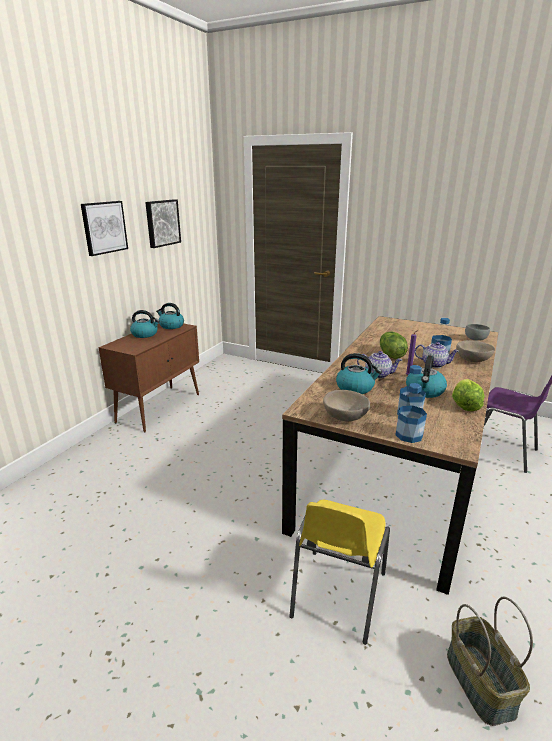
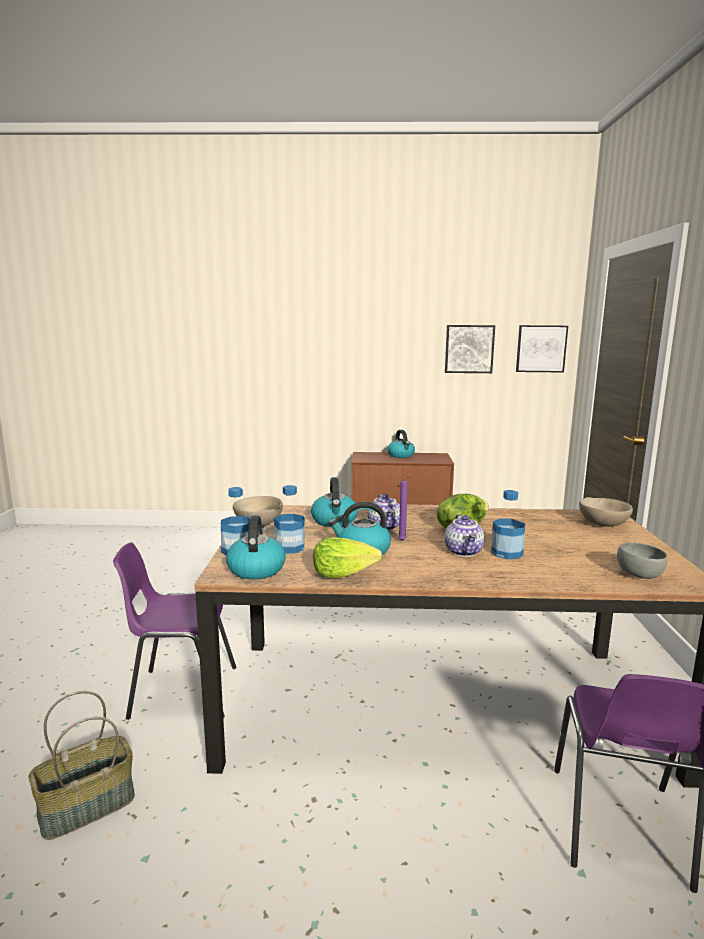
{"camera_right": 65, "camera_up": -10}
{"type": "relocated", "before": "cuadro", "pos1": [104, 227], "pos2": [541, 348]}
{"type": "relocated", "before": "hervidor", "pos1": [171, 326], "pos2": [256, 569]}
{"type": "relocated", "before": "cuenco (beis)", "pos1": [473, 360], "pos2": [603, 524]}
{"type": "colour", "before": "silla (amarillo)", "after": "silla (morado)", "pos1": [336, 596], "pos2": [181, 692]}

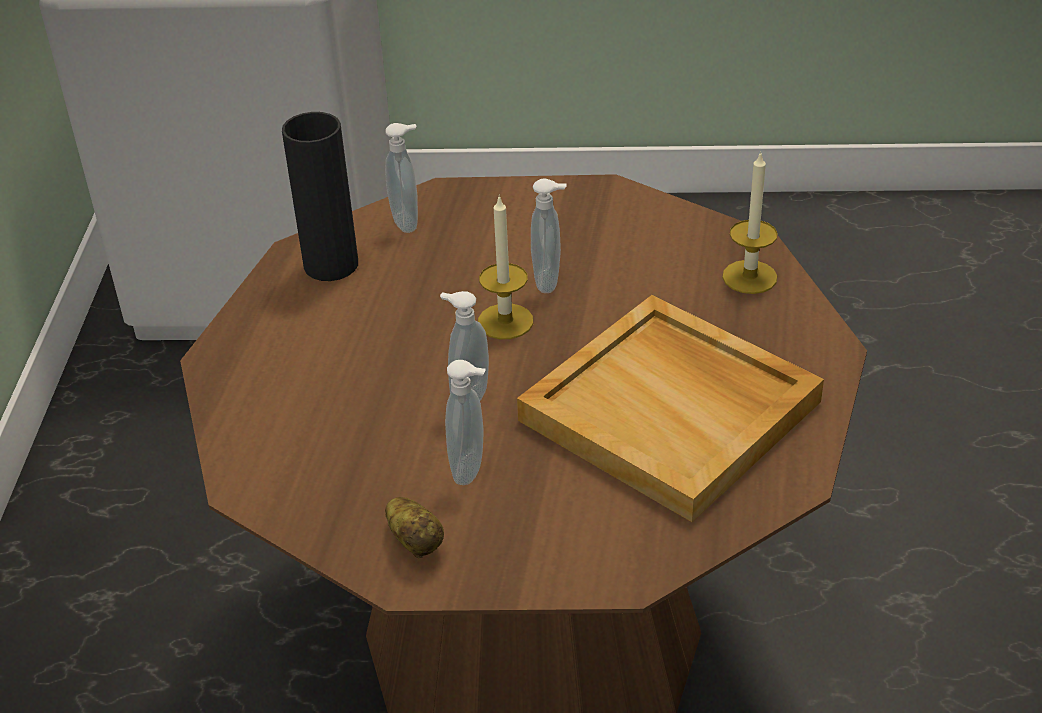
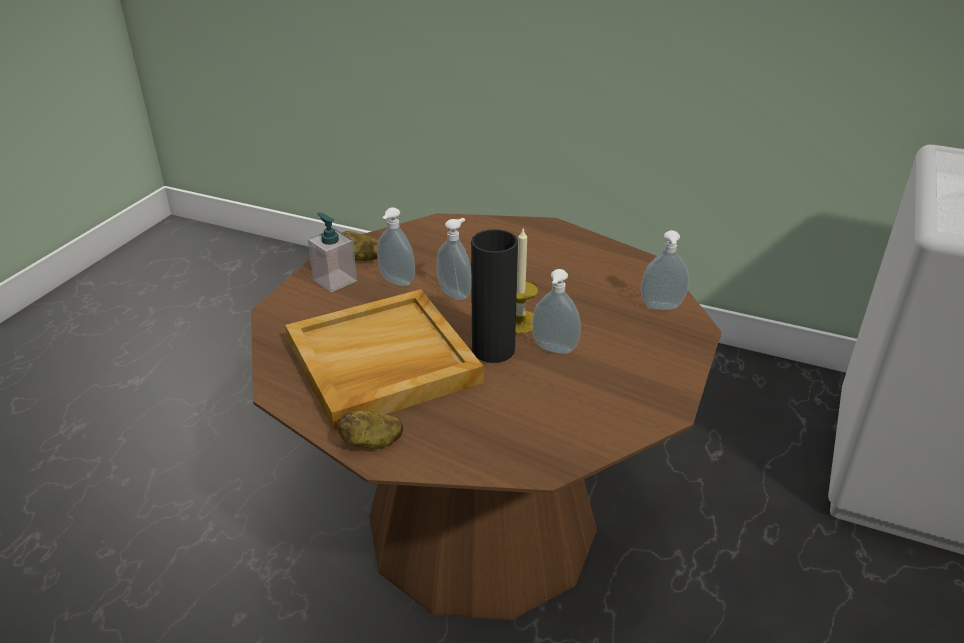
{"camera_right": 110, "camera_up": -5}
{"type": "missing", "before": "vela", "pos1": [749, 277]}
{"type": "appeared", "after": "dispensador de jabón", "pos2": [335, 280]}
{"type": "appeared", "after": "patata", "pos2": [372, 443]}
{"type": "relocated", "before": "florero (negro)", "pos1": [331, 265], "pos2": [493, 350]}

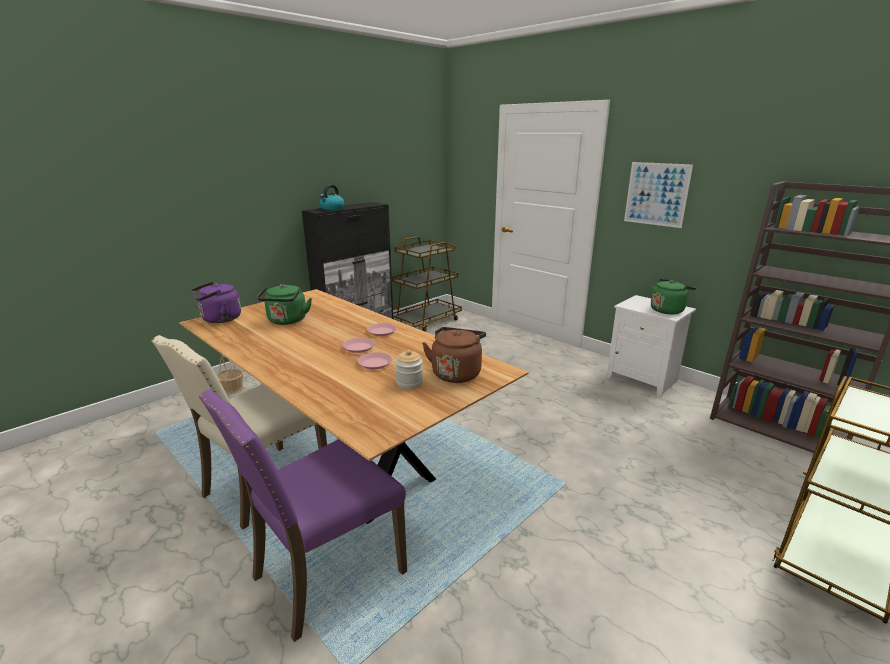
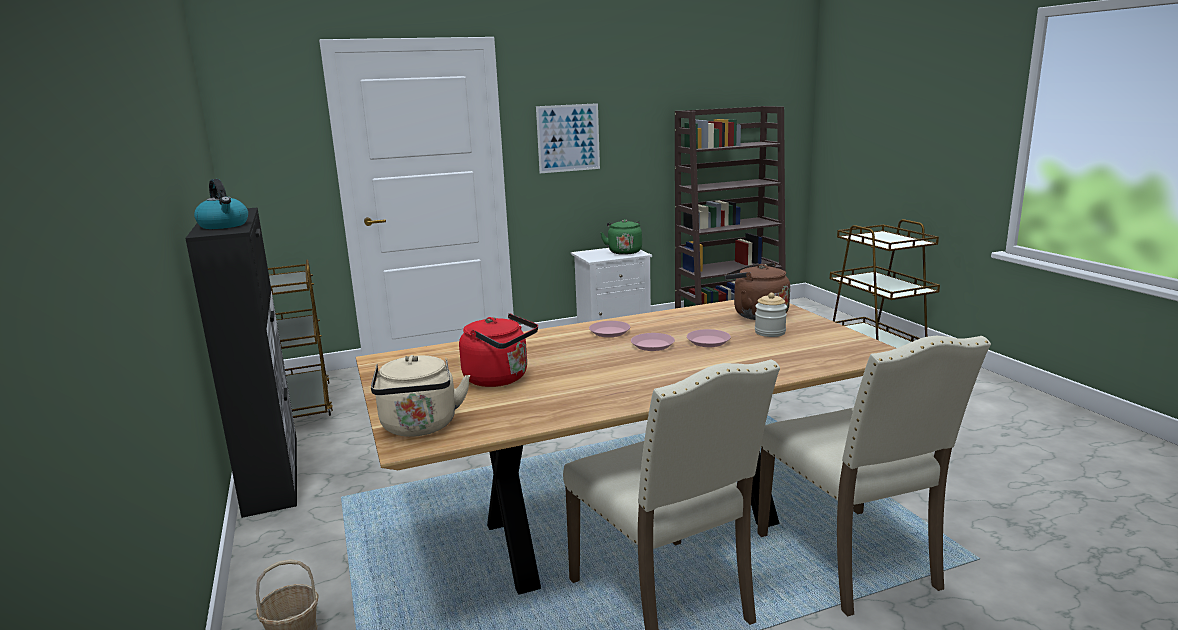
{"camera_right": -65, "camera_up": -5}
{"type": "colour", "before": "hervidor (morado)", "after": "hervidor (beis)", "pos1": [219, 319], "pos2": [420, 427]}
{"type": "colour", "before": "silla (morado)", "after": "silla (beis)", "pos1": [324, 574], "pos2": [852, 561]}
{"type": "colour", "before": "hervidor (verde)", "after": "hervidor (rojo)", "pos1": [286, 321], "pos2": [500, 379]}

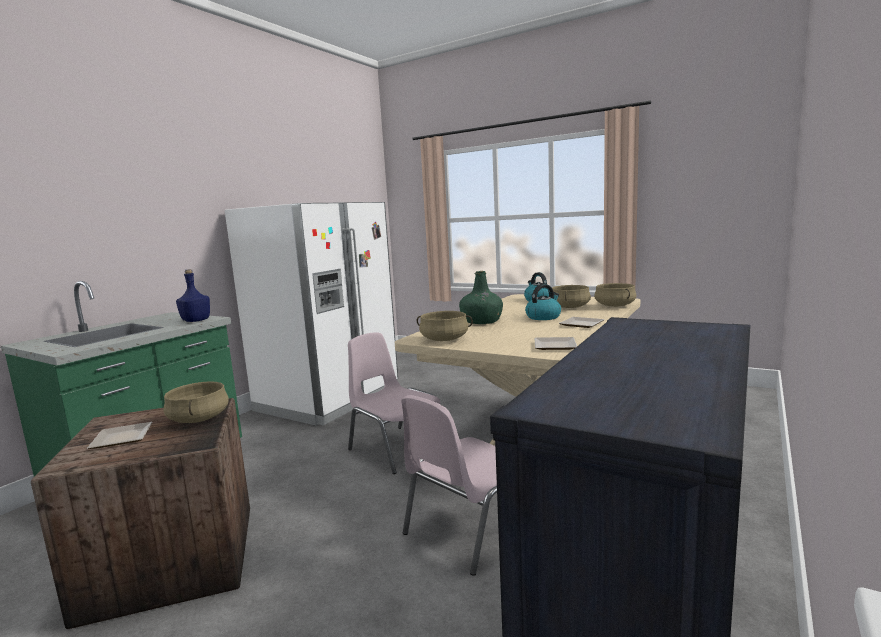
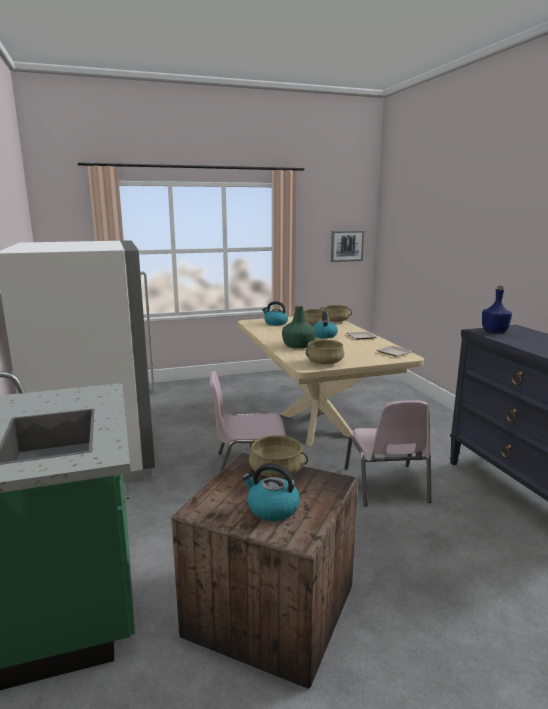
{"camera_right": -50, "camera_up": 5}
{"type": "appeared", "after": "cuadro", "pos2": [347, 245]}
{"type": "relocated", "before": "botella (azul)", "pos1": [195, 321], "pos2": [495, 331]}
{"type": "exchanged", "before": "plato", "after": "hervidor", "pos1": [120, 439], "pos2": [272, 509]}

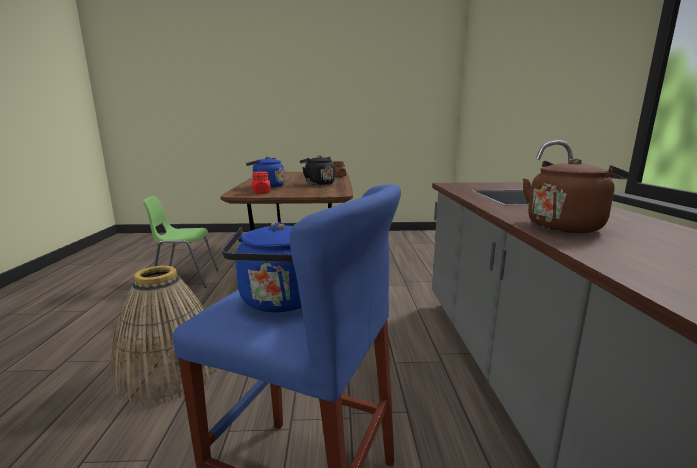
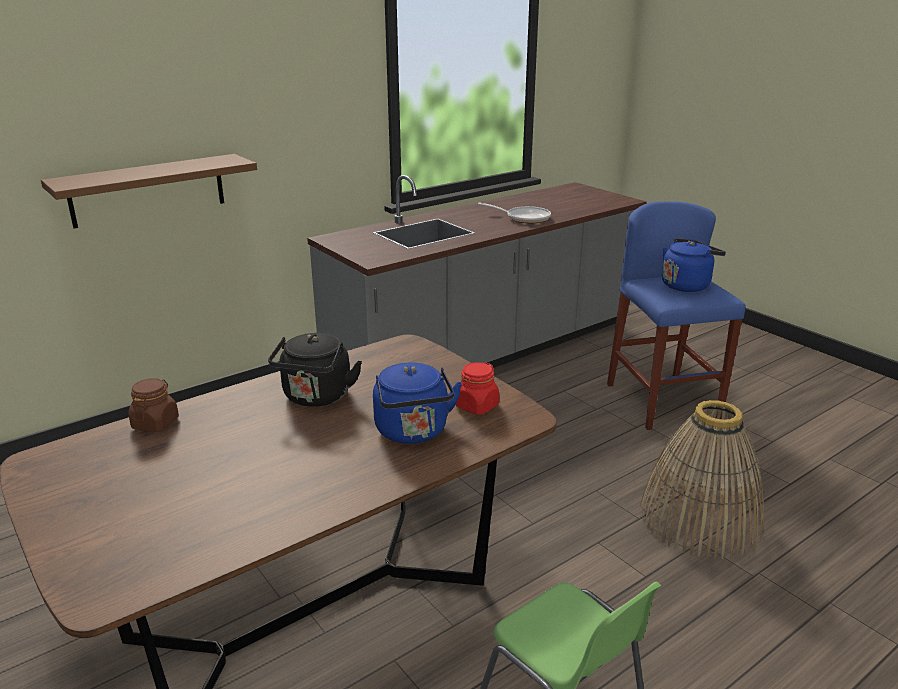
{"camera_right": -125, "camera_up": 10}
{"type": "appeared", "after": "estante (marrón)", "pos2": [148, 190]}
{"type": "exchanged", "before": "hervidor (marrón)", "after": "sartén", "pos1": [566, 226], "pos2": [524, 218]}

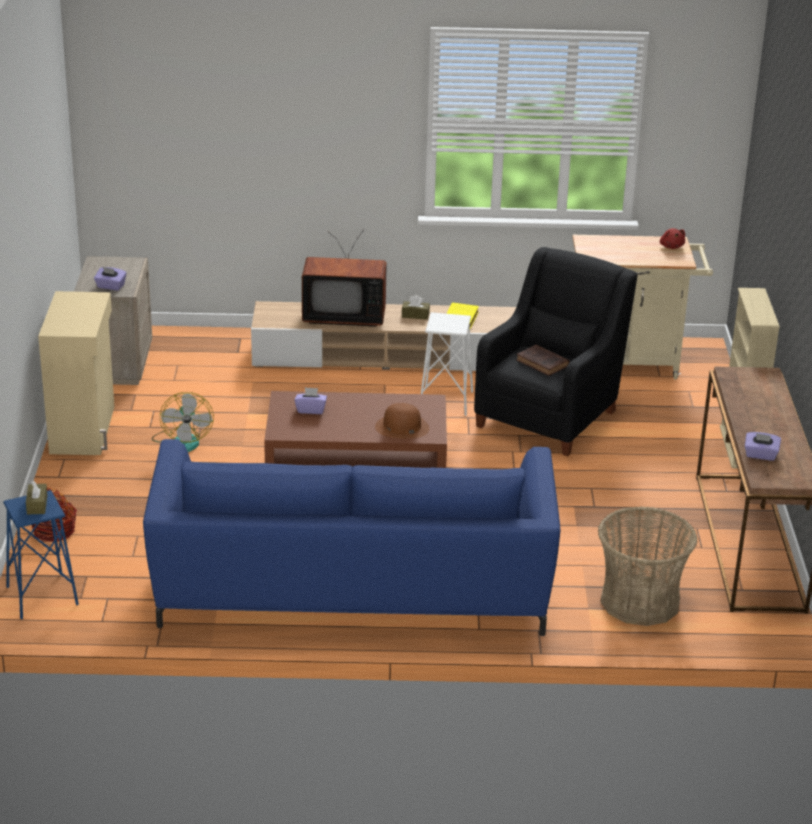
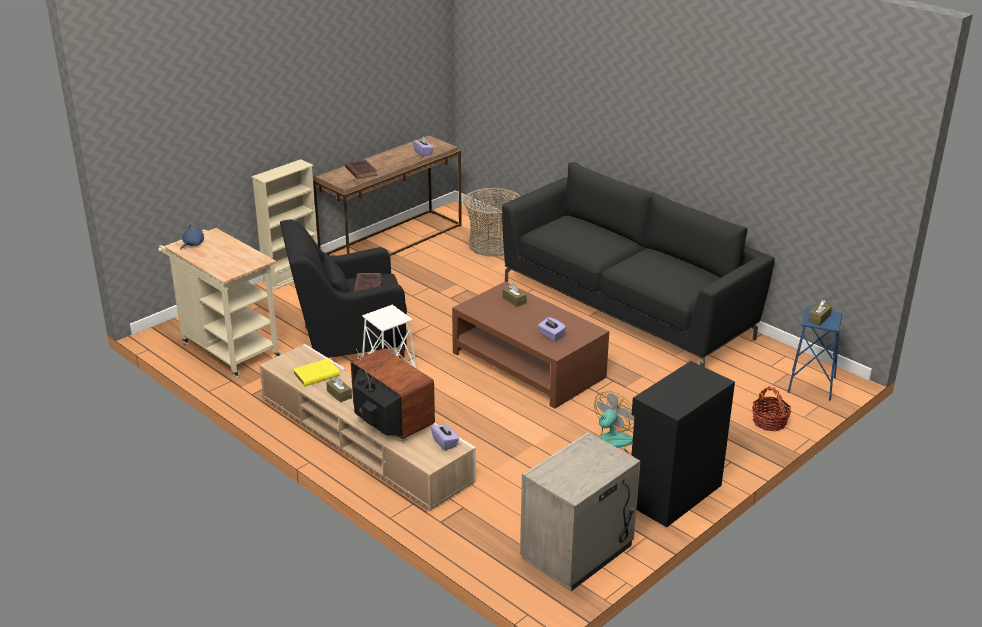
{"camera_right": -135, "camera_up": 0}
{"type": "appeared", "after": "libro (marrón)", "pos2": [360, 171]}
{"type": "relocated", "before": "caja de pañuelos (morado)", "pos1": [110, 286], "pos2": [445, 443]}
{"type": "exchanged", "before": "sombrero (marrón)", "after": "caja de pañuelos (marrón)", "pos1": [401, 427], "pos2": [514, 300]}
{"type": "colour", "before": "armario (beis)", "after": "armario (negro)", "pos1": [84, 429], "pos2": [673, 494]}
{"type": "colour", "before": "sofá (azul)", "after": "sofá (negro)", "pos1": [352, 593], "pos2": [627, 308]}
{"type": "colour", "before": "peluche (rojo)", "after": "peluche (azul)", "pos1": [671, 246], "pos2": [192, 244]}

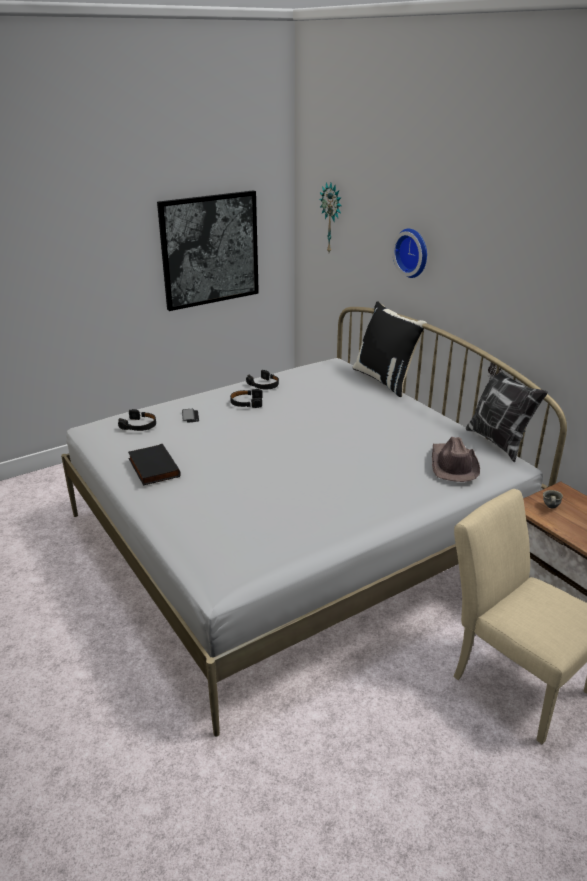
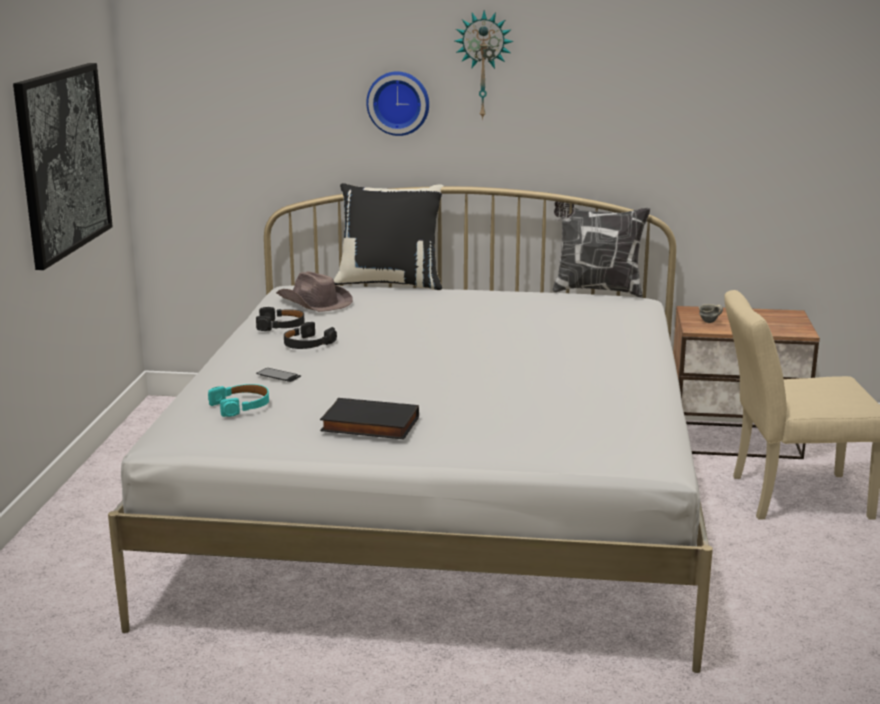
{"camera_right": -50, "camera_up": -10}
{"type": "relocated", "before": "reloj de pared", "pos1": [332, 218], "pos2": [483, 65]}
{"type": "relocated", "before": "sombrero (marrón)", "pos1": [453, 464], "pos2": [314, 302]}
{"type": "colour", "before": "auriculares (negro)", "after": "auriculares (turquesa)", "pos1": [139, 425], "pos2": [241, 406]}

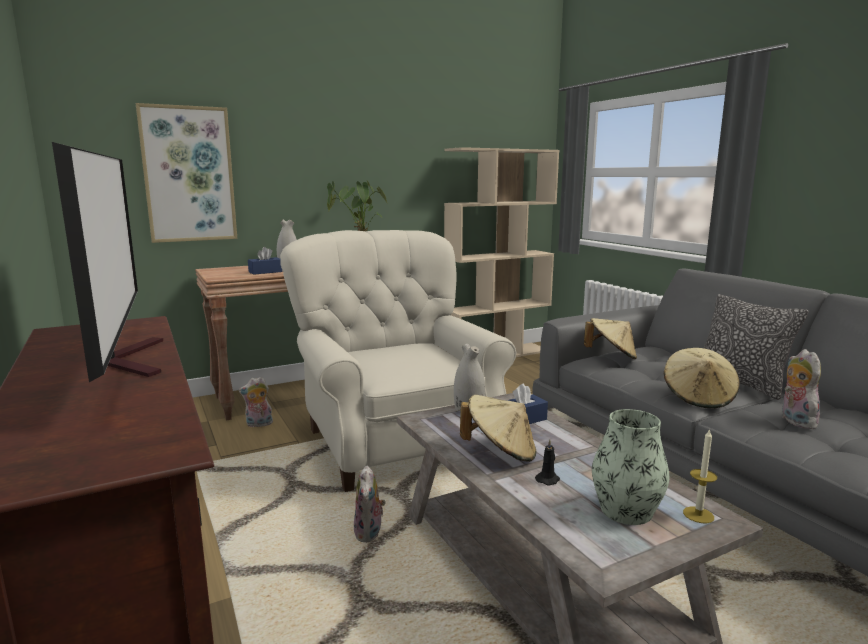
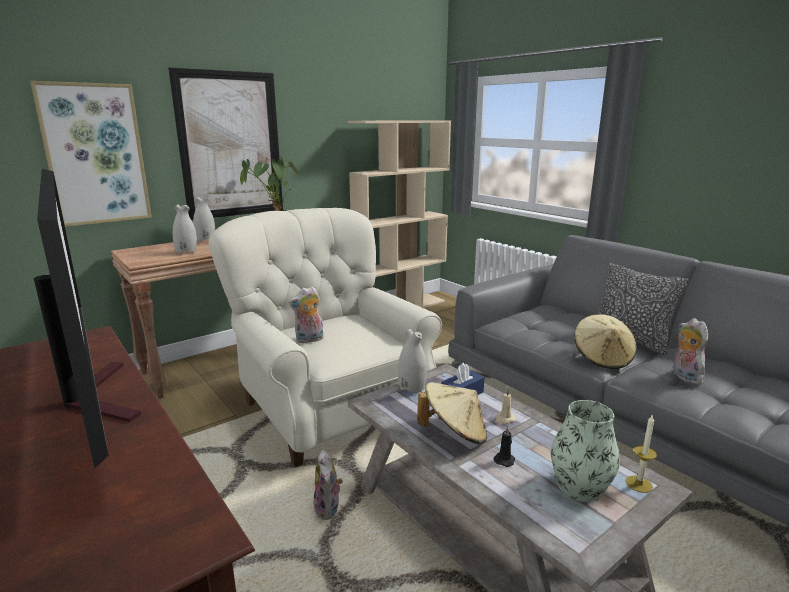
{"camera_right": -10, "camera_up": 5}
{"type": "missing", "before": "sombrero (beis)", "pos1": [611, 356]}
{"type": "appeared", "after": "cuadro", "pos2": [231, 145]}
{"type": "appeared", "after": "vela (beis)", "pos2": [504, 419]}
{"type": "relocated", "before": "peluche", "pos1": [258, 424], "pos2": [309, 340]}
{"type": "exchanged", "before": "caja de pañuelos (azul)", "after": "florero (blanco)", "pos1": [265, 272], "pos2": [186, 252]}

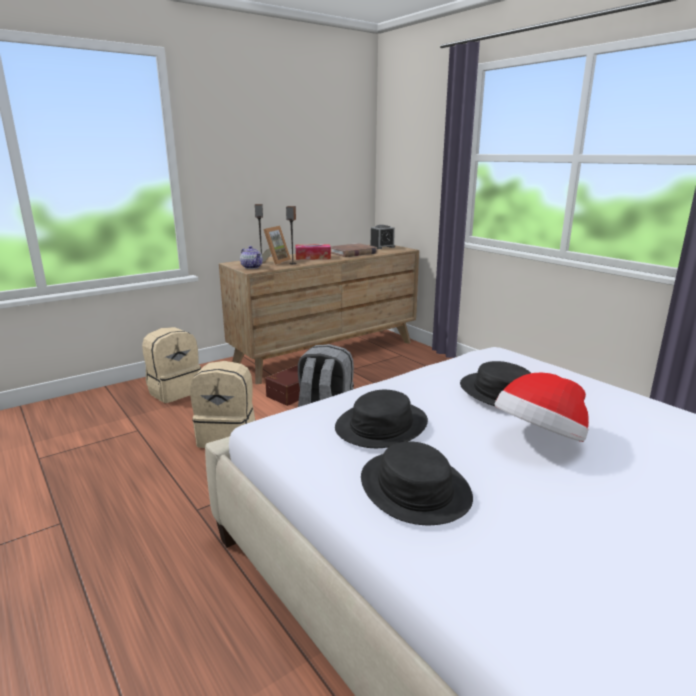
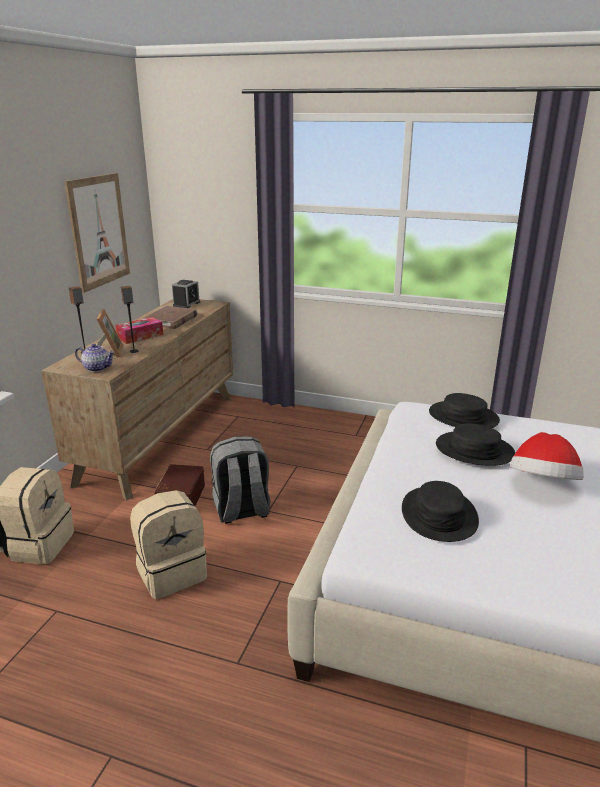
{"camera_right": -35, "camera_up": 5}
{"type": "appeared", "after": "cuadro", "pos2": [99, 231]}
{"type": "relocated", "before": "sombrero (negro)", "pos1": [414, 488], "pos2": [463, 417]}

